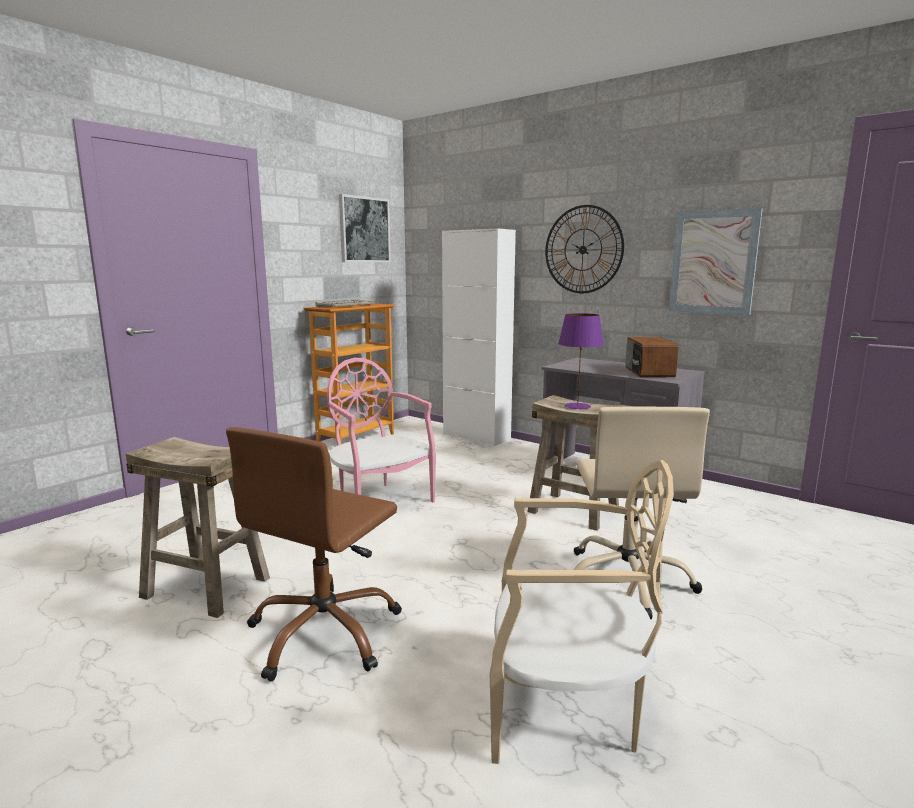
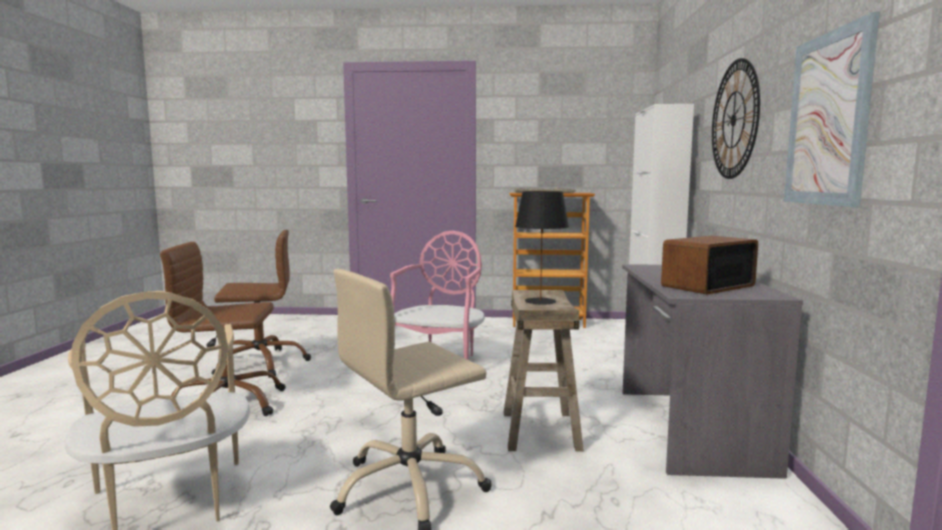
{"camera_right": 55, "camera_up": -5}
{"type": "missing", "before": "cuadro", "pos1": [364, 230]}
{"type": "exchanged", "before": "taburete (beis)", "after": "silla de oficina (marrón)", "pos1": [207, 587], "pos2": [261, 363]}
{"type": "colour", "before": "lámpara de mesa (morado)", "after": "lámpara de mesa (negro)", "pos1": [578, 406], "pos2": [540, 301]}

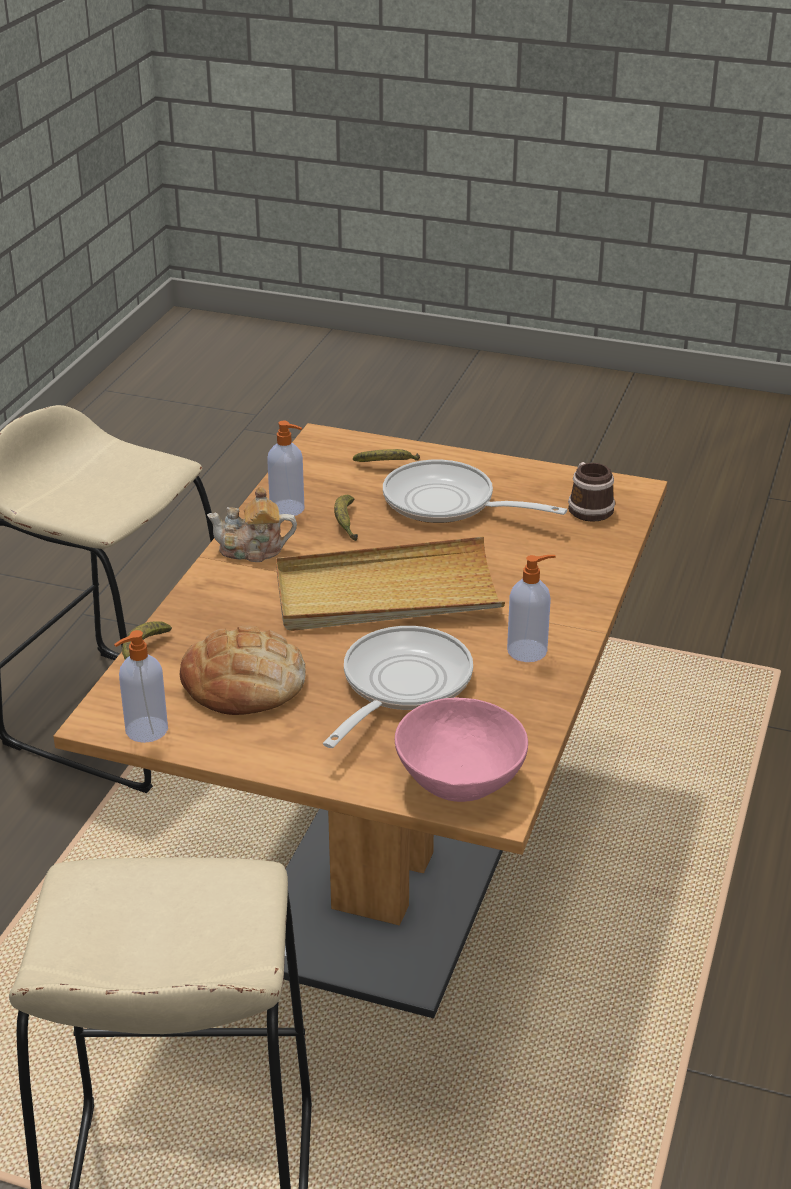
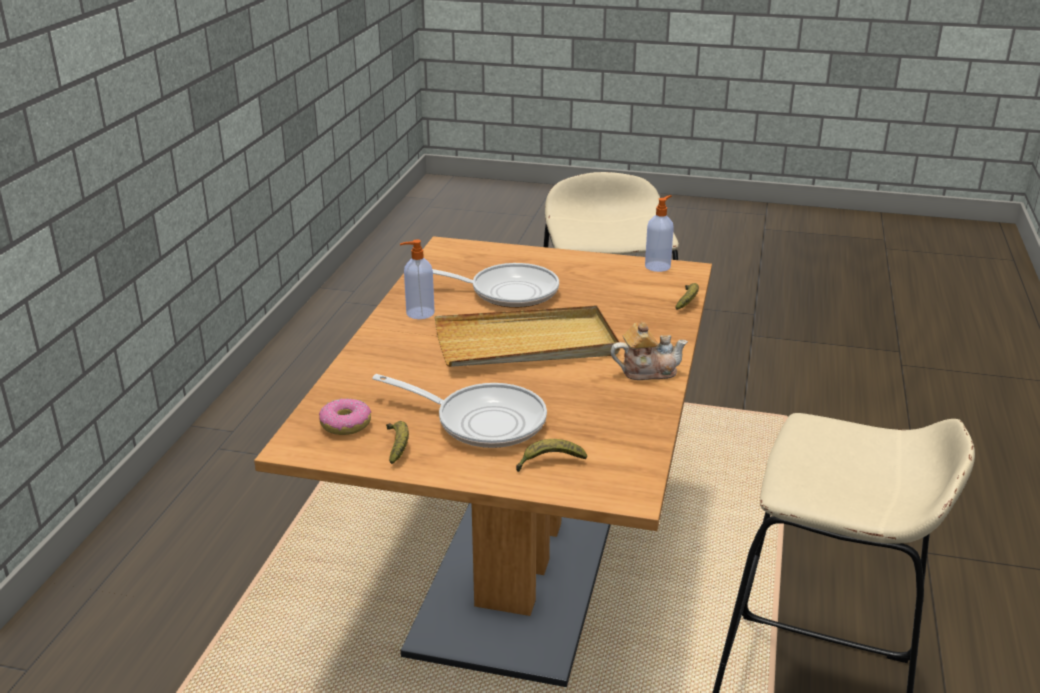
{"camera_right": 175, "camera_up": -5}
{"type": "missing", "before": "pan", "pos1": [244, 682]}
{"type": "missing", "before": "dispensador de jabón", "pos1": [288, 509]}
{"type": "missing", "before": "cuenco (rosa)", "pos1": [460, 781]}
{"type": "relocated", "before": "plátano", "pos1": [346, 523], "pos2": [397, 446]}
{"type": "exchanged", "before": "taza grande", "after": "rosquilla", "pos1": [588, 507], "pos2": [346, 424]}
{"type": "spun", "before": "sartén", "pos1": [400, 685], "pos2": [506, 292], "turn": -105}

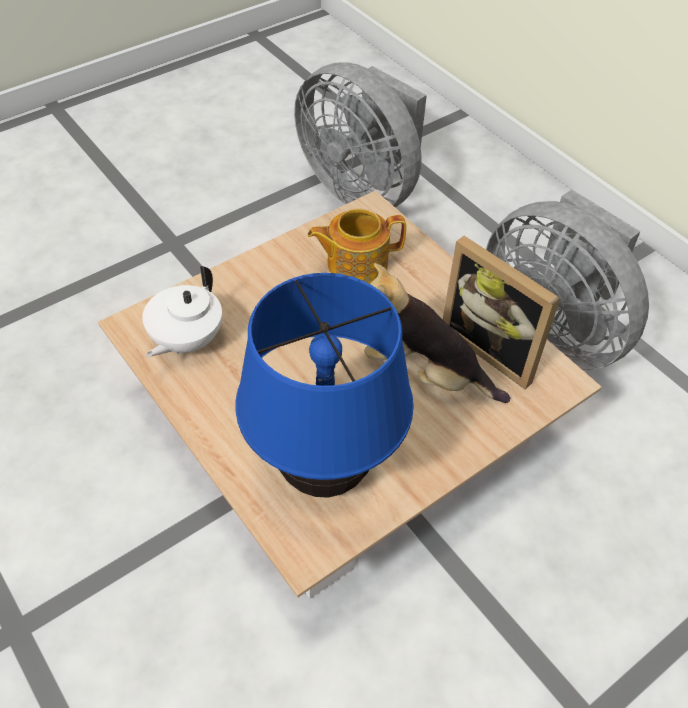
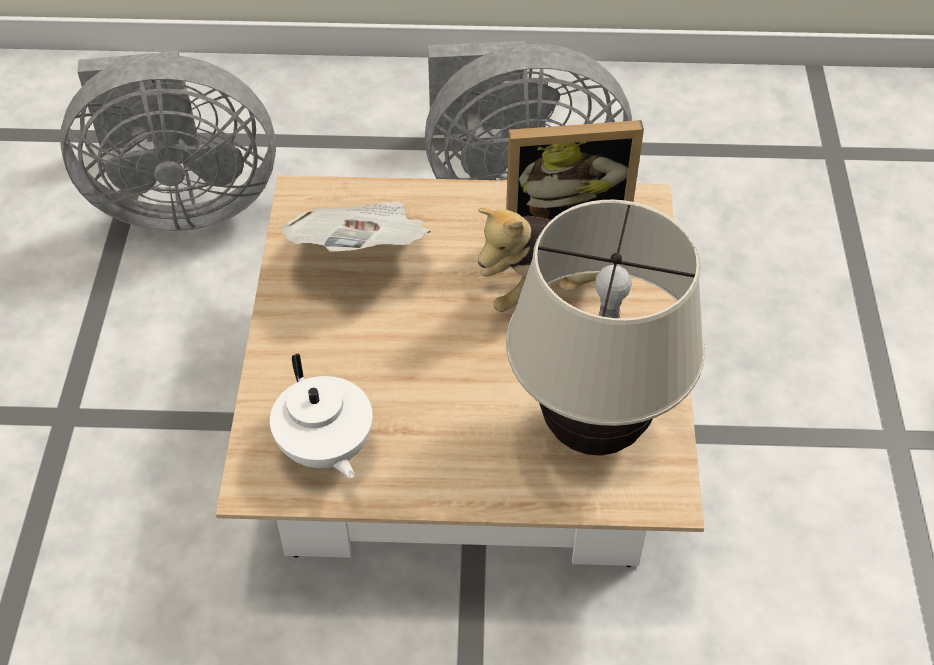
{"camera_right": -50, "camera_up": 0}
{"type": "exchanged", "before": "tetera", "after": "periódico", "pos1": [355, 263], "pos2": [362, 252]}
{"type": "colour", "before": "lámpara de mesa (azul)", "after": "lámpara de mesa (beis)", "pos1": [323, 474], "pos2": [593, 432]}

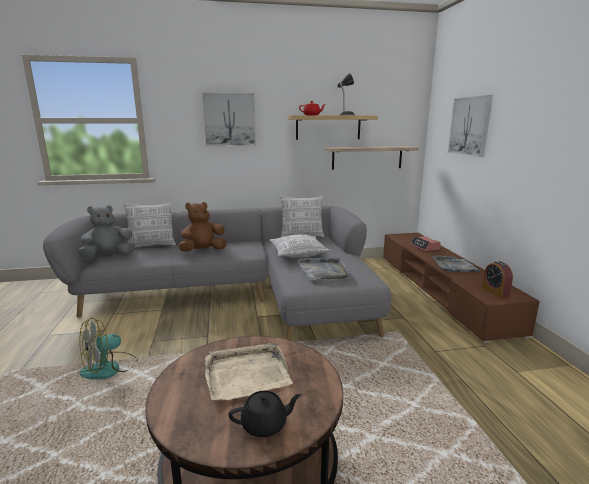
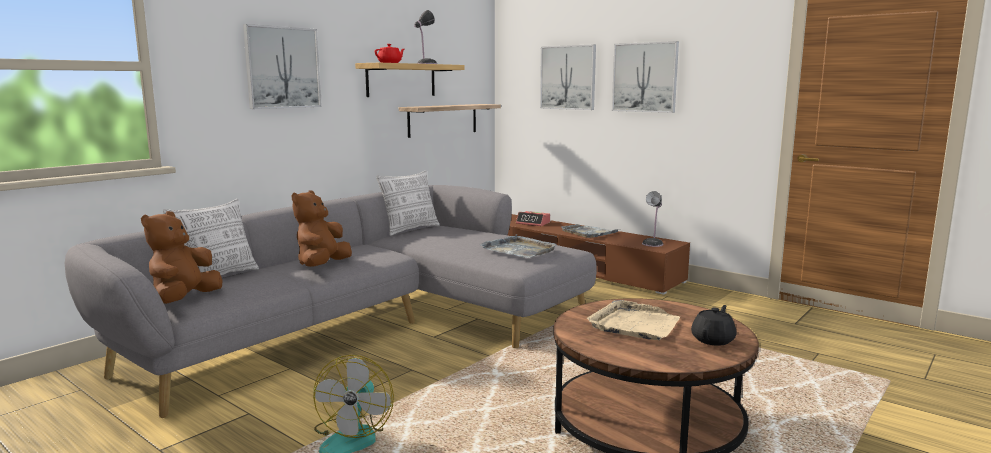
{"camera_right": -40, "camera_up": -5}
{"type": "missing", "before": "cojín", "pos1": [298, 254]}
{"type": "appeared", "after": "cuadro", "pos2": [645, 77]}
{"type": "exchanged", "before": "despertador", "after": "lámpara de mesa", "pos1": [495, 292], "pos2": [653, 243]}
{"type": "colour", "before": "peluche (gris)", "after": "peluche (marrón)", "pos1": [109, 256], "pos2": [184, 300]}

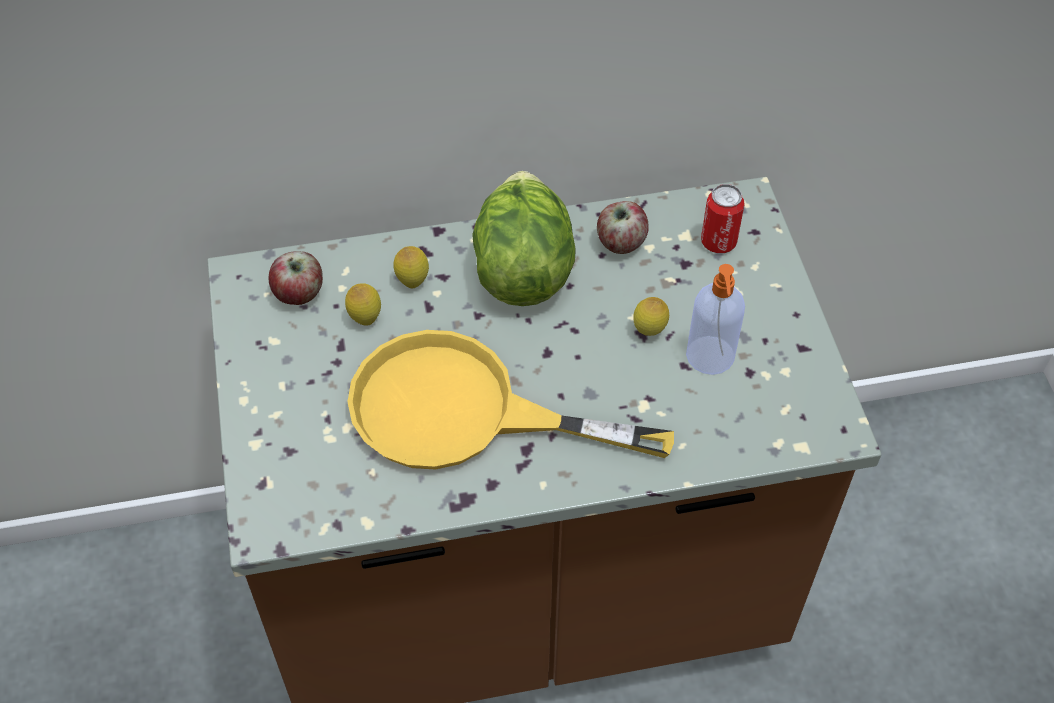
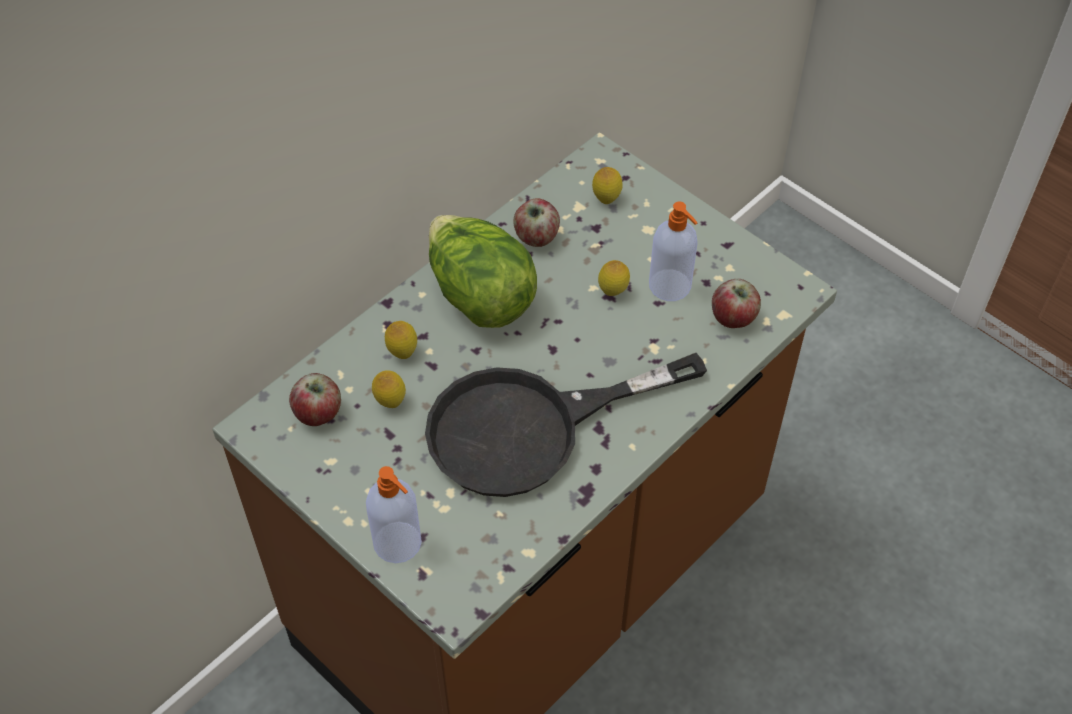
{"camera_right": -35, "camera_up": 0}
{"type": "appeared", "after": "dispensador de jabón", "pos2": [399, 544]}
{"type": "appeared", "after": "manzana", "pos2": [733, 318]}
{"type": "exchanged", "before": "lata", "after": "limón", "pos1": [718, 242], "pos2": [606, 199]}
{"type": "colour", "before": "sartén (amarillo)", "after": "sartén (negro)", "pos1": [464, 413], "pos2": [530, 429]}

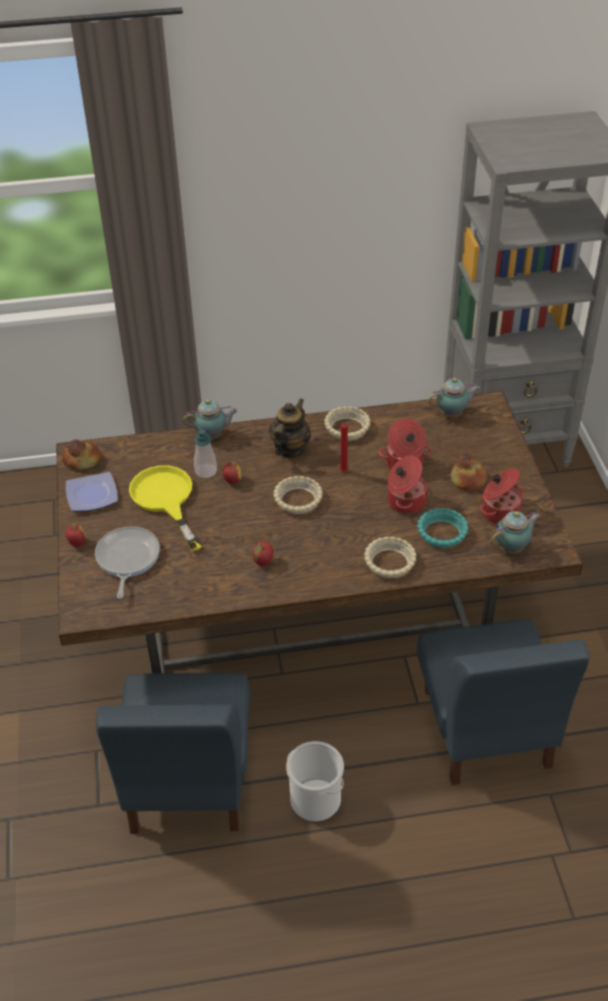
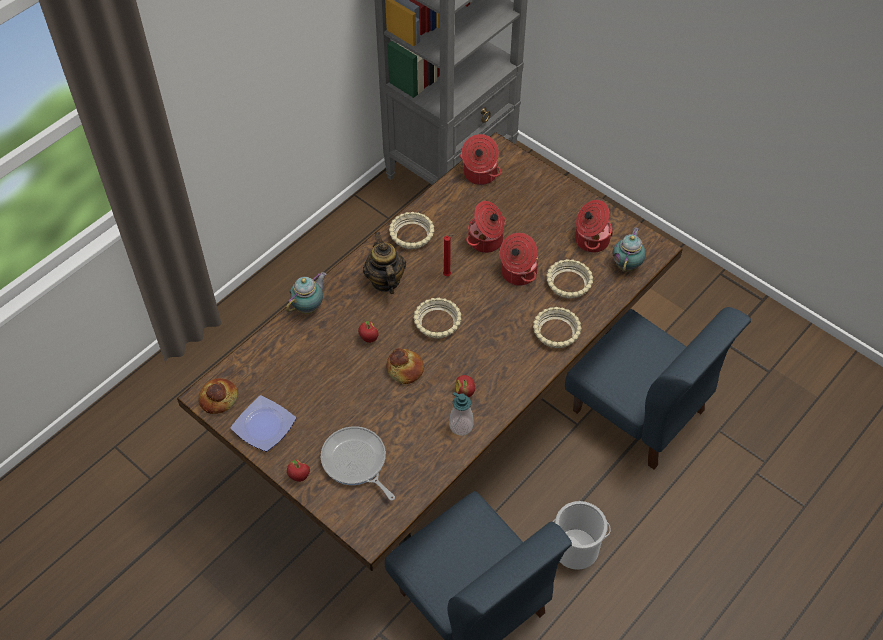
{"camera_right": -40, "camera_up": 10}
{"type": "missing", "before": "sartén (amarillo)", "pos1": [165, 500]}
{"type": "relocated", "before": "dispensador de jabón", "pos1": [206, 471], "pos2": [461, 426]}
{"type": "relocated", "before": "pan", "pos1": [468, 479], "pos2": [405, 369]}
{"type": "exchanged", "before": "tetera", "after": "olla", "pos1": [453, 414], "pos2": [479, 174]}
{"type": "colour", "before": "cuenco (turquesa)", "after": "cuenco (beis)", "pos1": [442, 533], "pos2": [569, 283]}

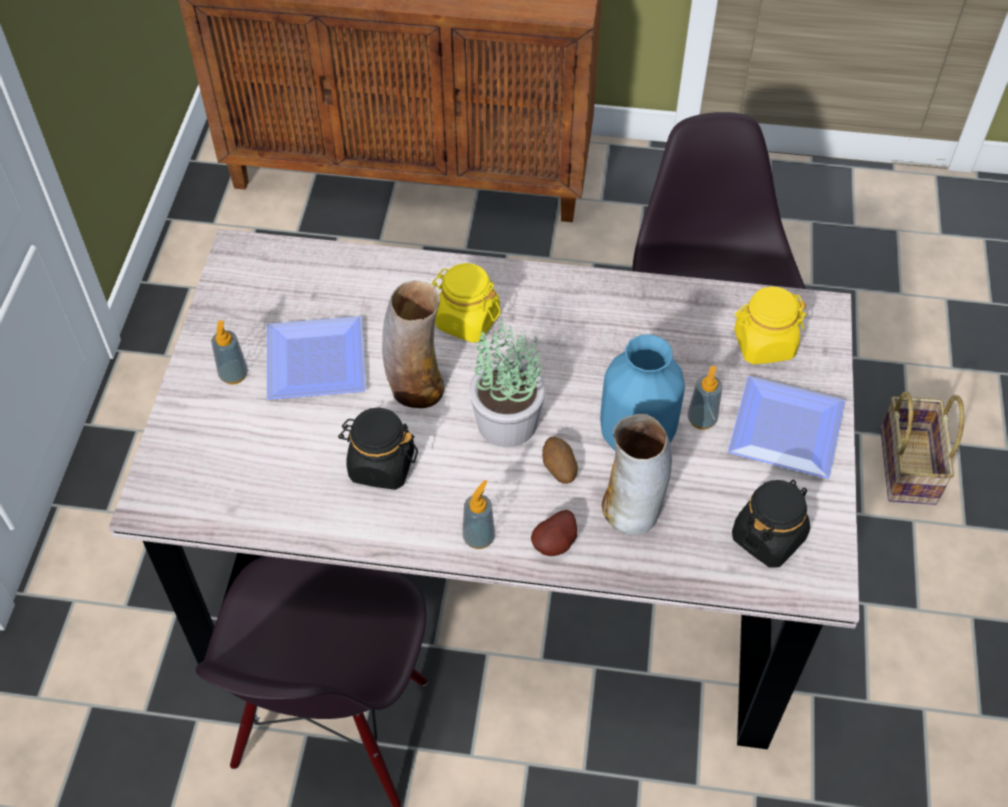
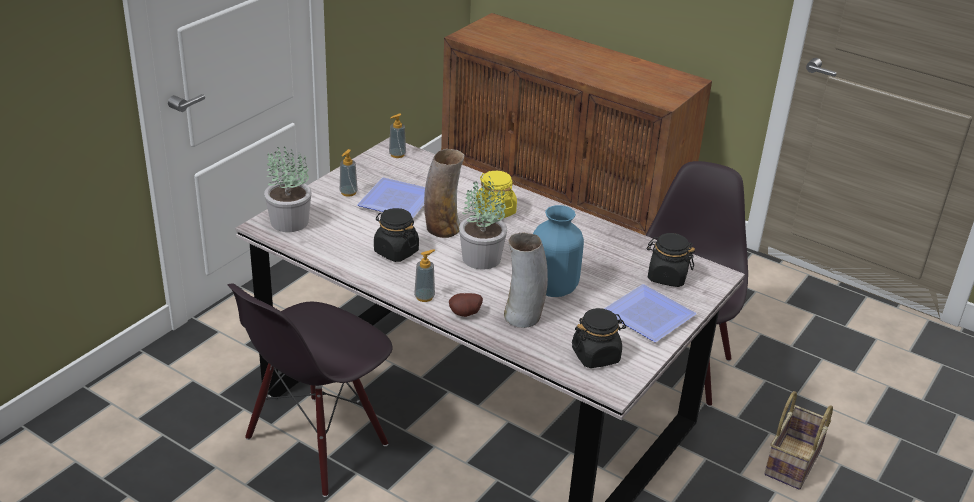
{"camera_right": 25, "camera_up": -20}
{"type": "missing", "before": "patata", "pos1": [559, 469]}
{"type": "appeared", "after": "planta en maceta", "pos2": [289, 222]}
{"type": "relocated", "before": "dispensador de jabón", "pos1": [701, 419], "pos2": [397, 154]}
{"type": "colour", "before": "tarro (amarillo)", "after": "tarro (negro)", "pos1": [763, 344], "pos2": [667, 277]}

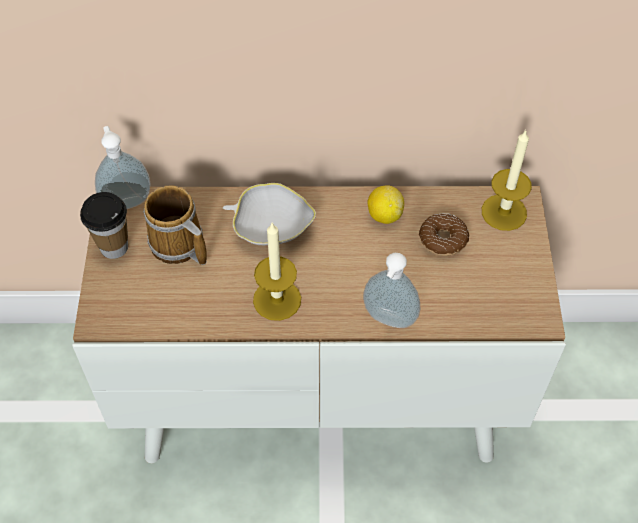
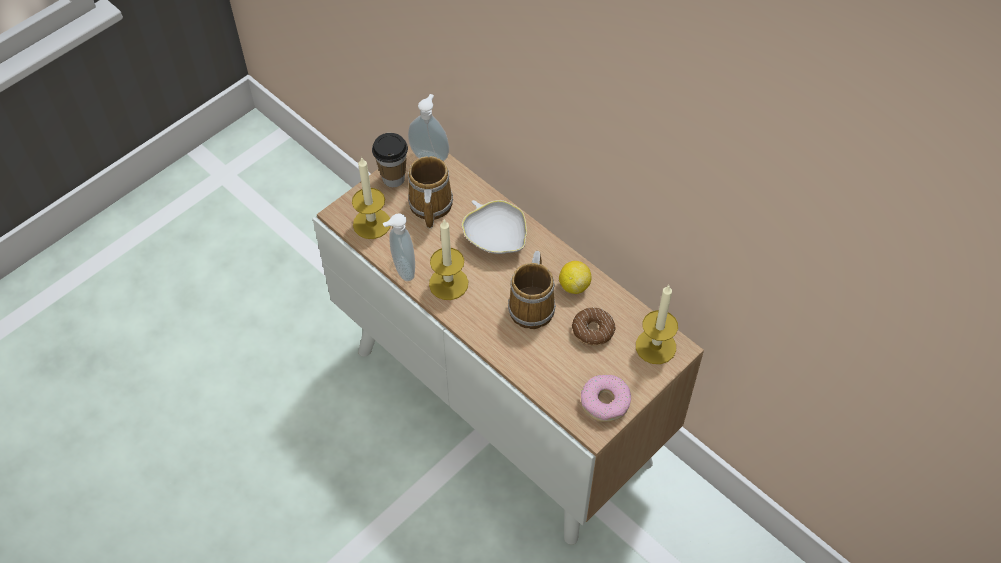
{"camera_right": 45, "camera_up": 0}
{"type": "appeared", "after": "vela", "pos2": [372, 223]}
{"type": "appeared", "after": "taza grande", "pos2": [533, 306]}
{"type": "appeared", "after": "rosquilla", "pos2": [605, 402]}
{"type": "relocated", "before": "dispensador de jabón", "pos1": [388, 321], "pos2": [402, 270]}

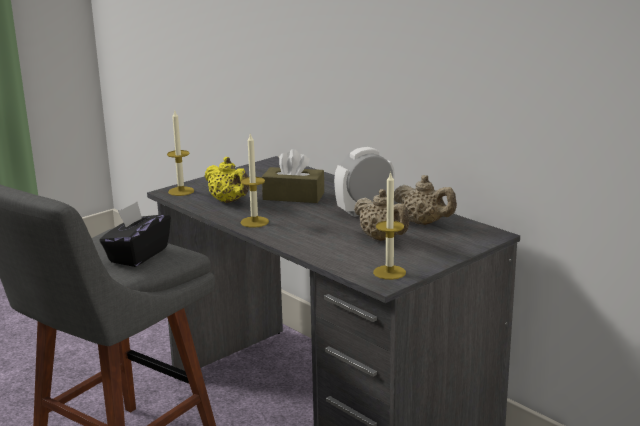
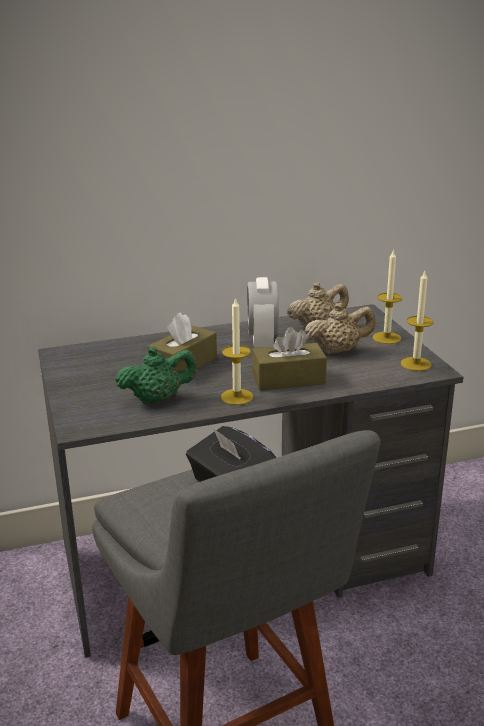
{"camera_right": -65, "camera_up": 5}
{"type": "appeared", "after": "caja de pañuelos (marrón)", "pos2": [288, 379]}
{"type": "relocated", "before": "vela", "pos1": [181, 191], "pos2": [386, 338]}
{"type": "colour", "before": "tetera (amarillo)", "after": "tetera (verde)", "pos1": [229, 201], "pos2": [158, 399]}

